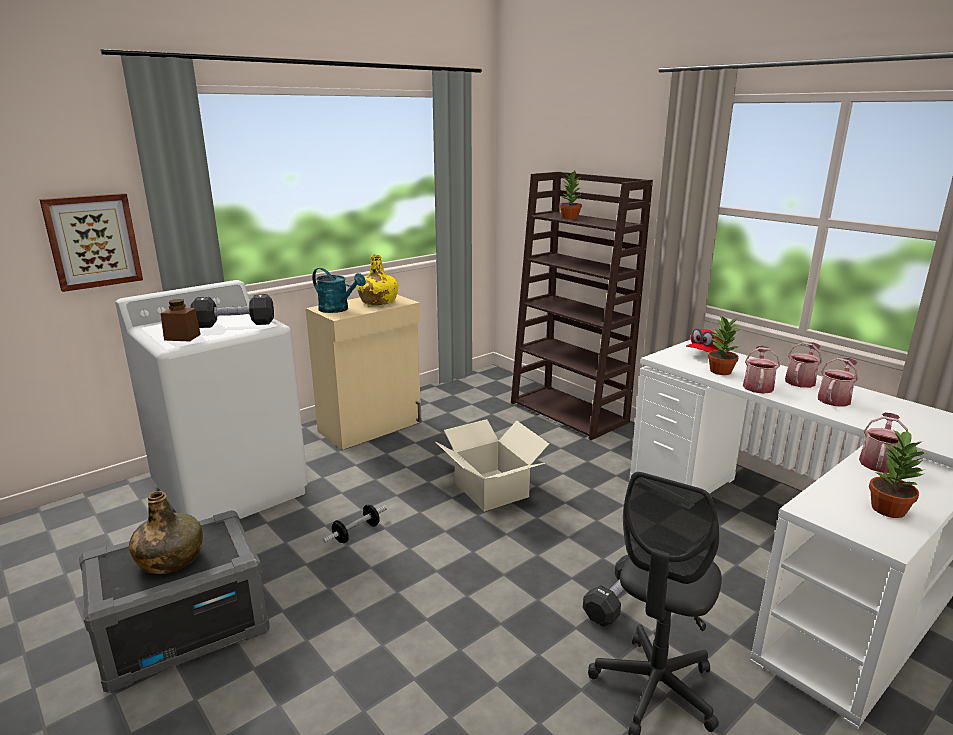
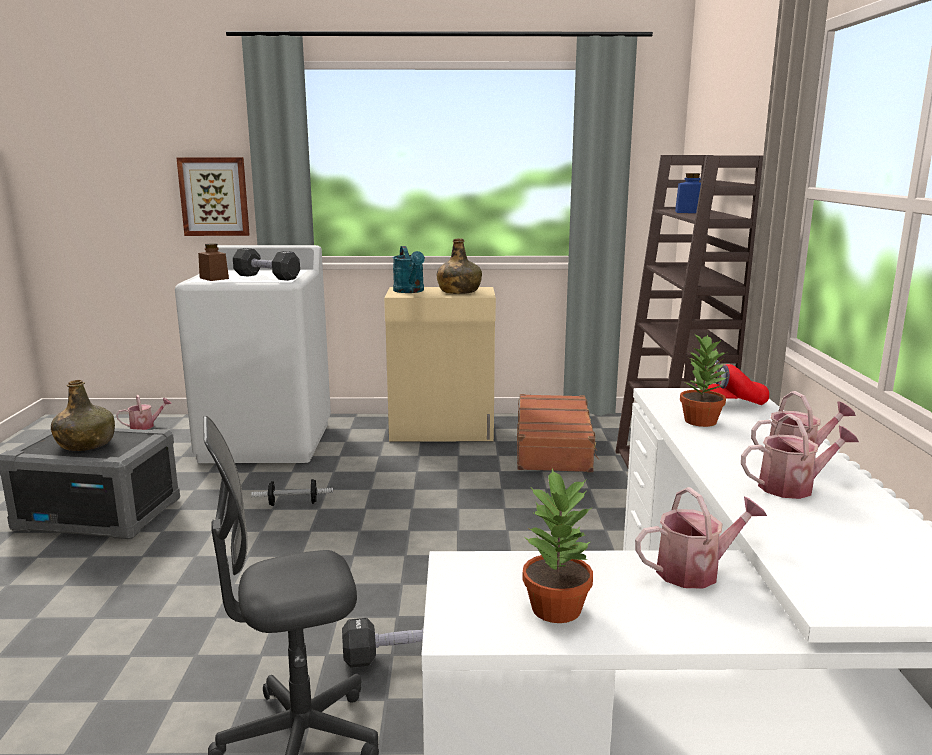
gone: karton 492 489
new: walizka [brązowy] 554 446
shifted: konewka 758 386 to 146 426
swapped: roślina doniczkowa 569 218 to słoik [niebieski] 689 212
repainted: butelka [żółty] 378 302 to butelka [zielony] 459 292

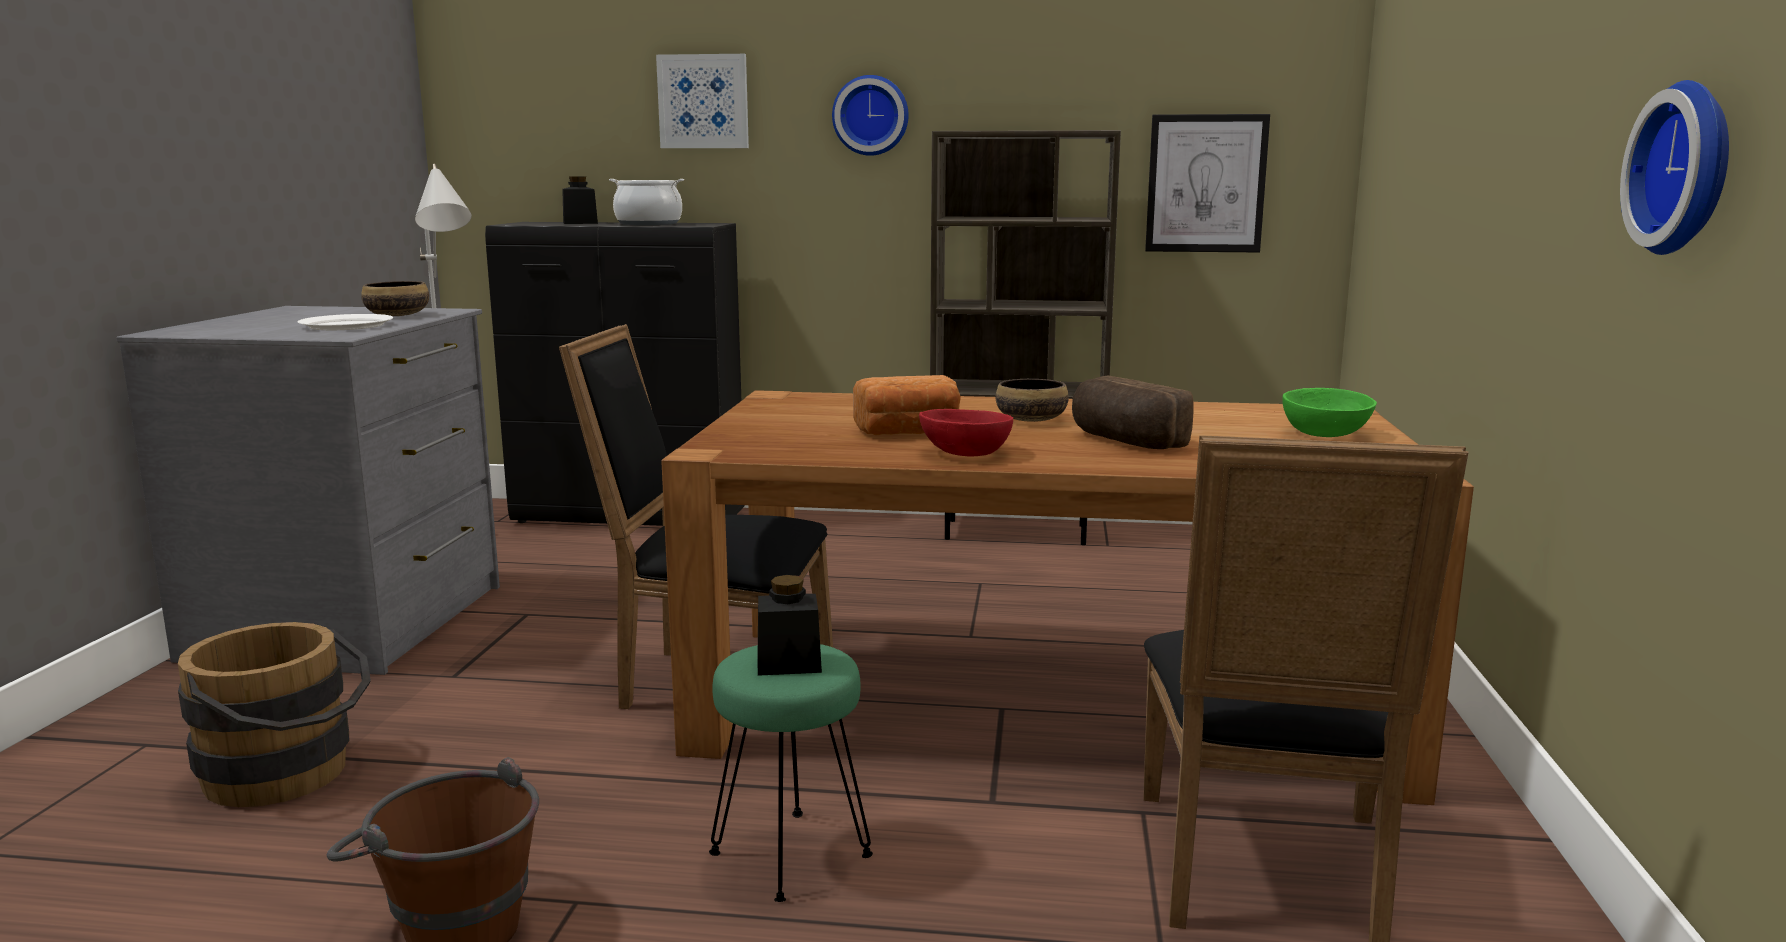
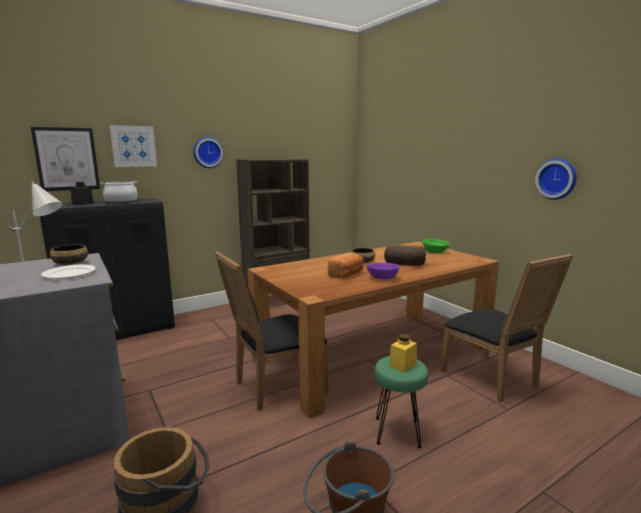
shifted: obraz 1206 183 to 67 159
repainted: miska [czerwony] 965 454 to miska [fioletowy] 383 278; słoik [czarny] 789 663 to słoik [żółty] 402 365

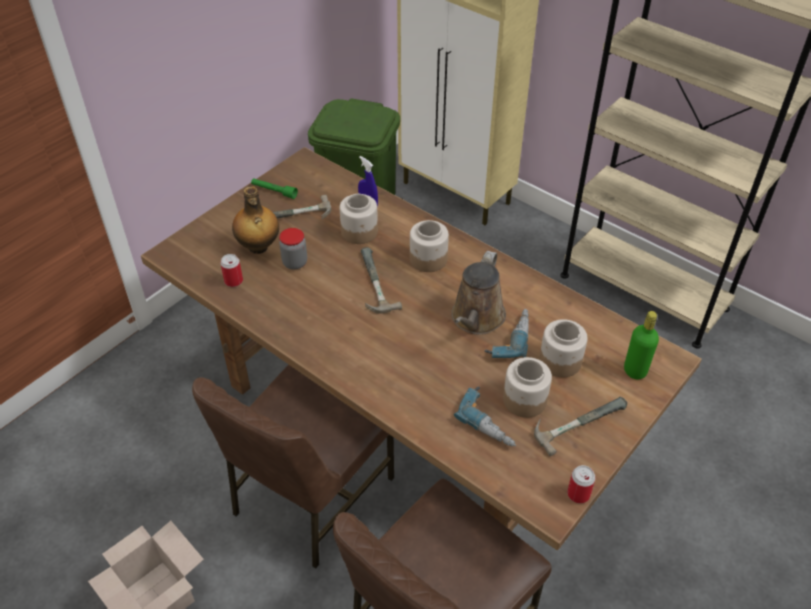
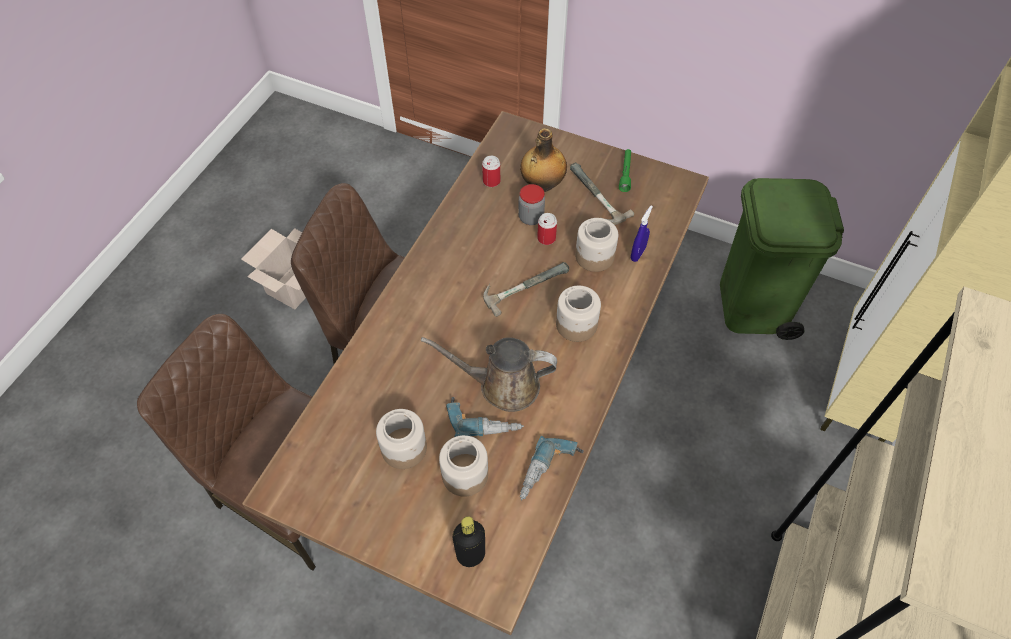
gone: młotek 577 420
shifted: wiertarka 490 421 to 549 474; puszka 578 494 to 546 238
repainted: butelka [zielony] 635 370 to butelka [czarny] 471 554

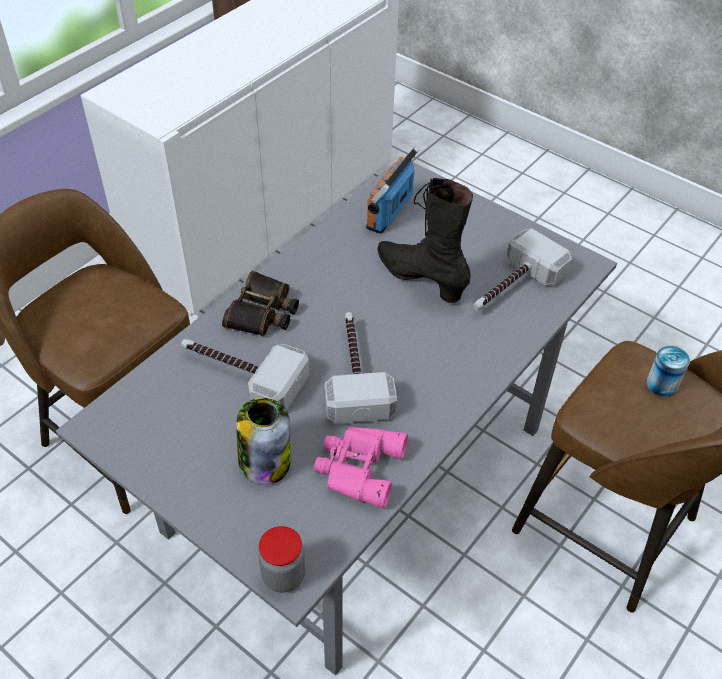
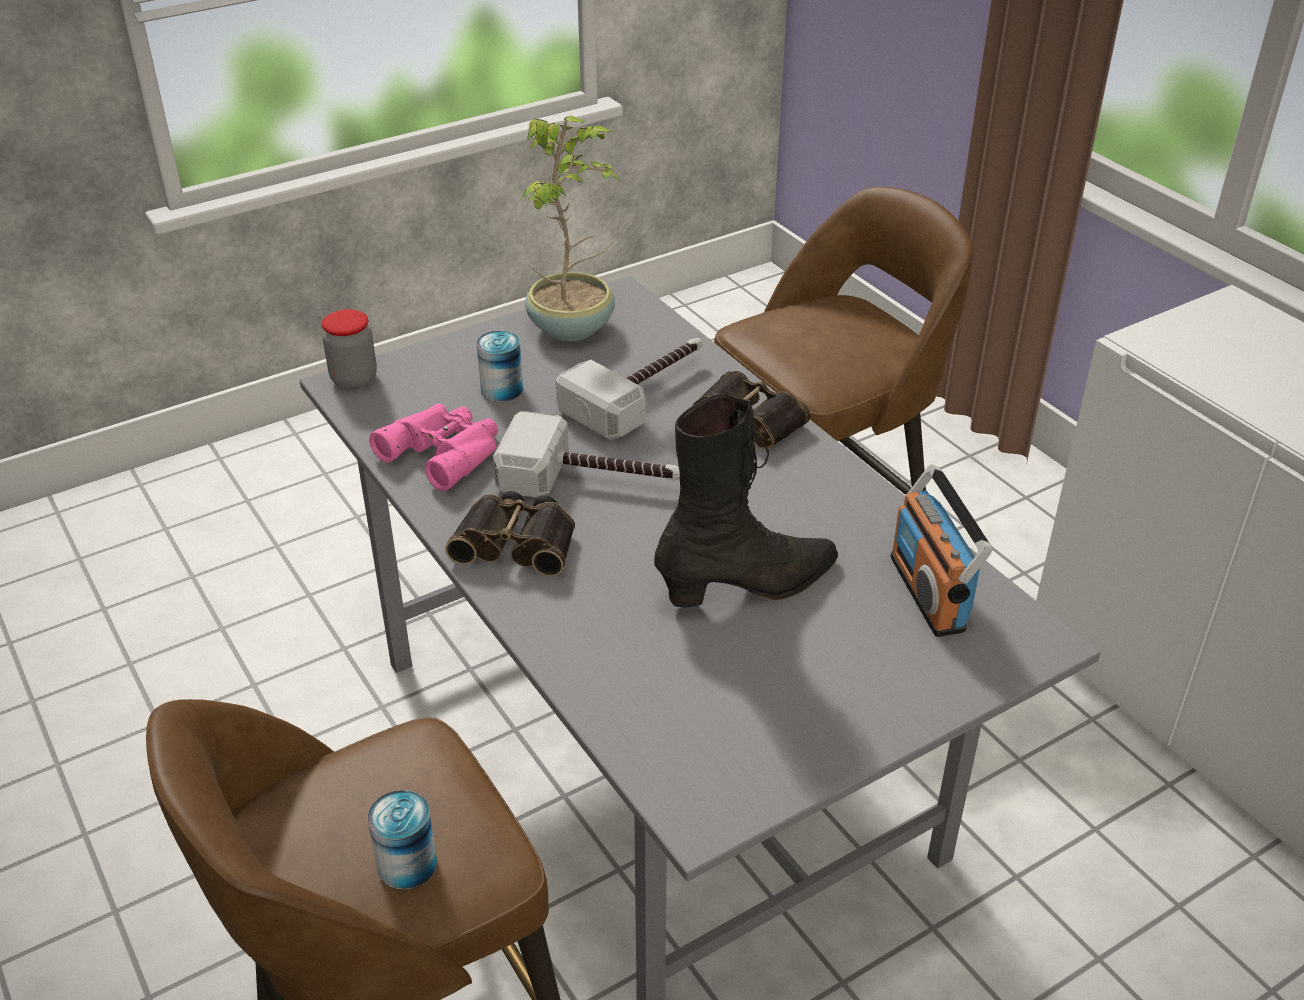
gone: młotek 512 287
new: roślina doniczkowa 573 327; lornetka 517 542
swapped: słoik 264 461 to puszka 501 389
rotated: radio 389 212 = 929 593 150 degrees counterclockwise

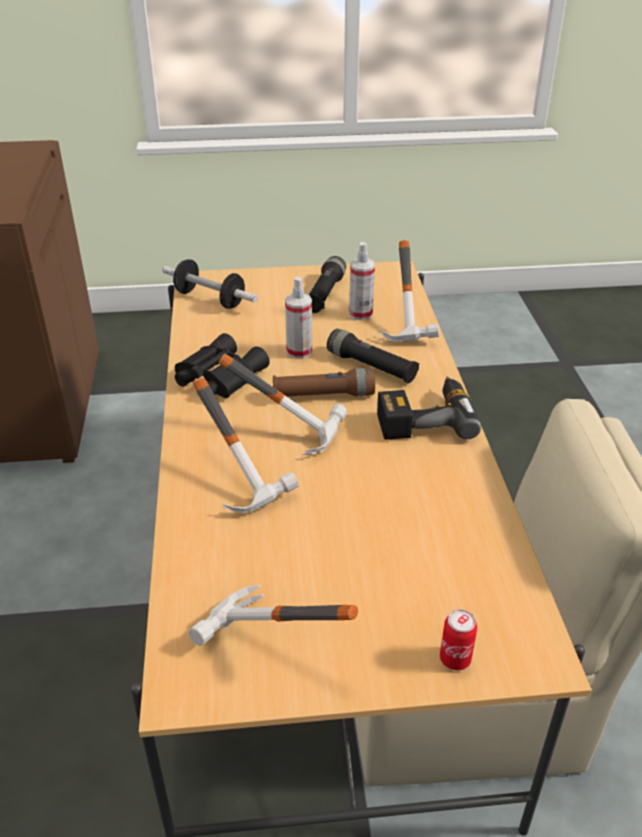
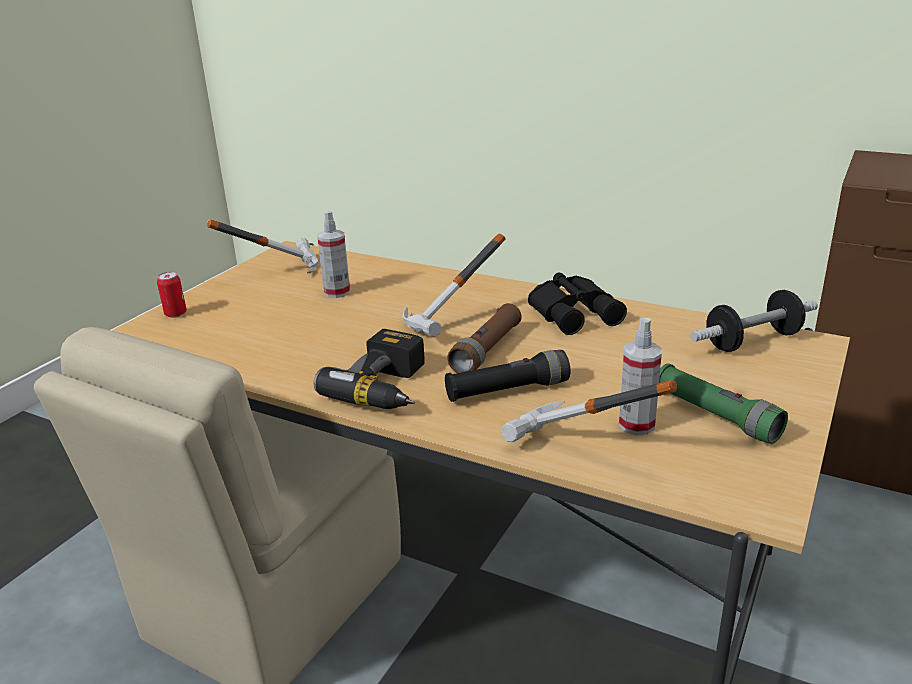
gone: młotek 248 476
shifted: spryskiwacz 299 352 to 337 292
repainted: latarka [czarny] 325 294 to latarka [zielony] 715 416

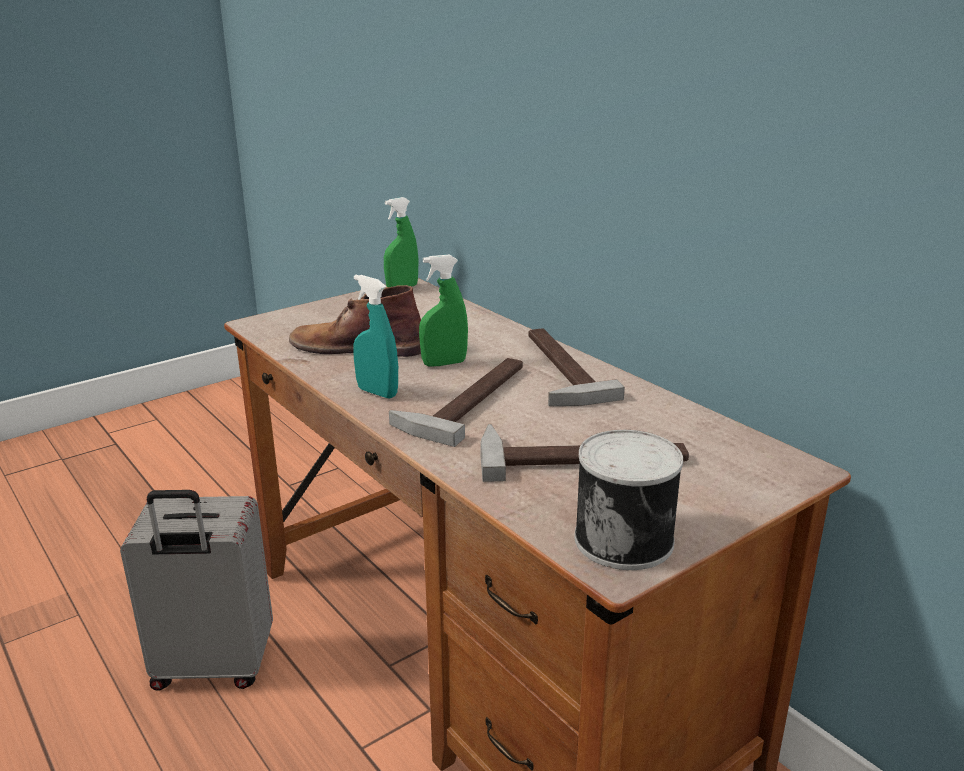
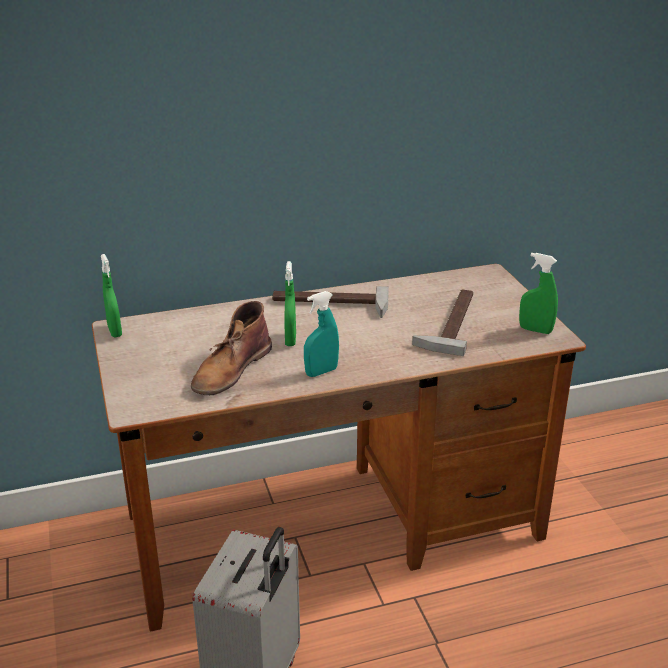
gone: młotek 466 399
swapped: puszka 625 539 to spryskiwacz [zielony] 535 330

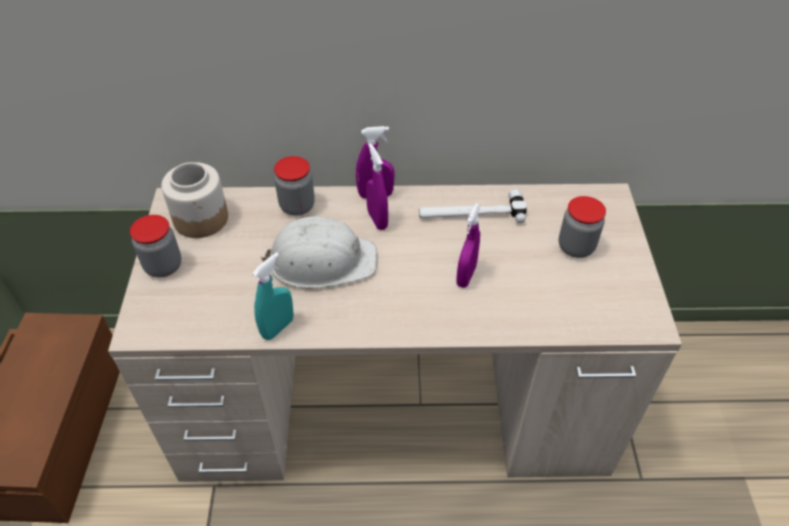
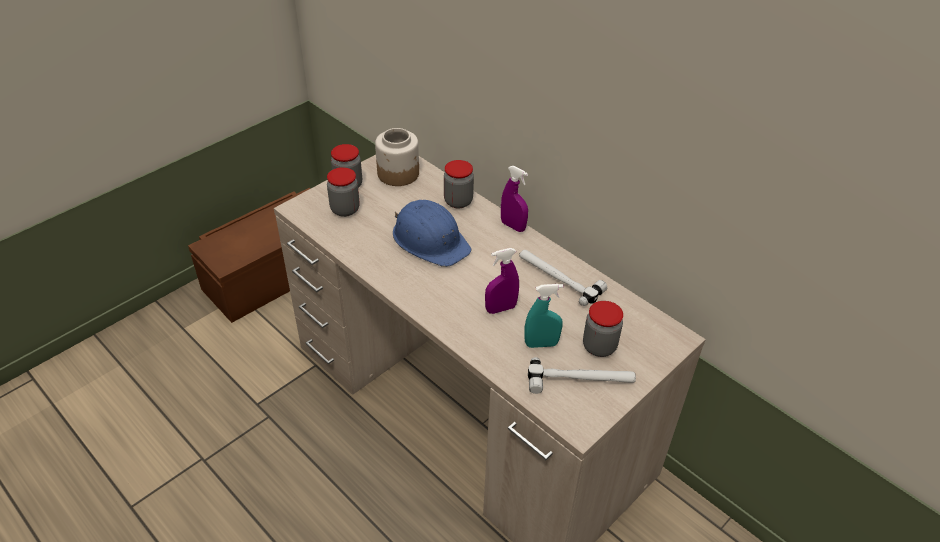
gone: spryskiwacz [fioletowy] 377 220
new: słoik 345 209; młotek 580 380
shifted: spryskiwacz [turkusowy] 278 328 to 541 344
repainted: kask [biały] 321 260 to kask [niebieski] 430 240

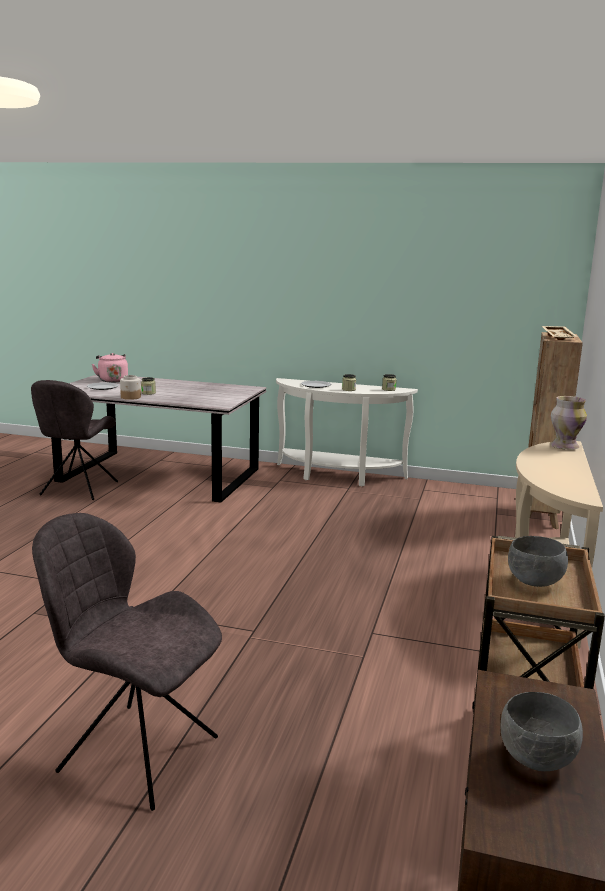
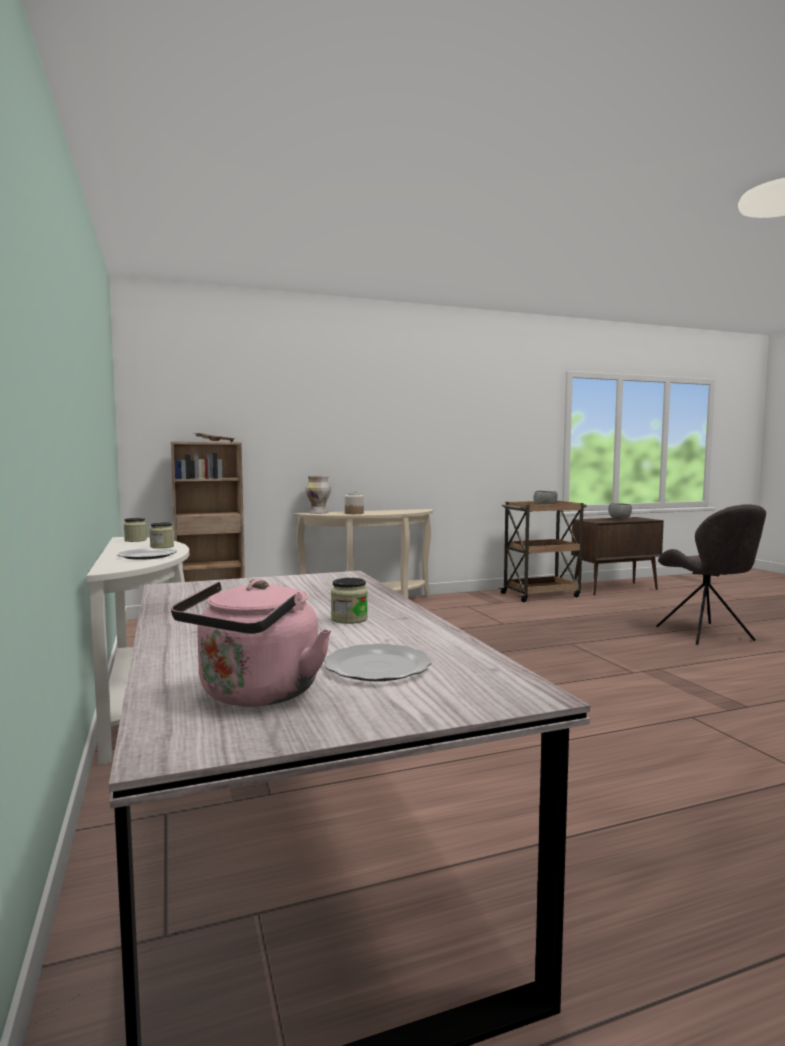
gone: krzesło [szary] 78 489
shifted: słoik 131 397 to 354 513

